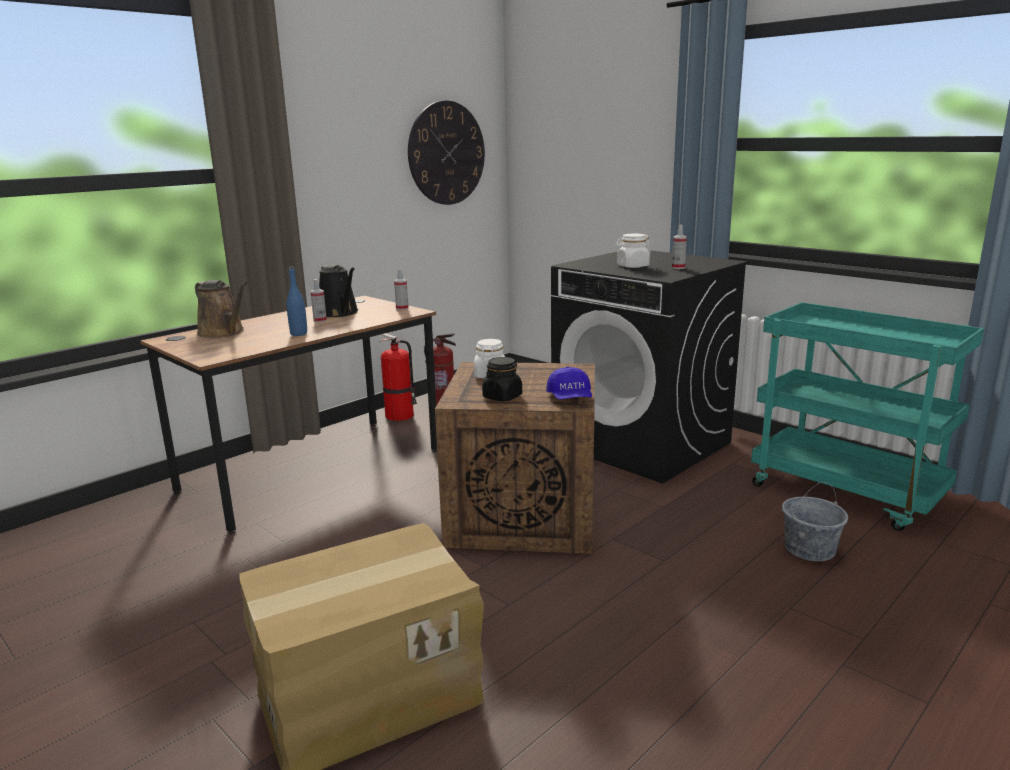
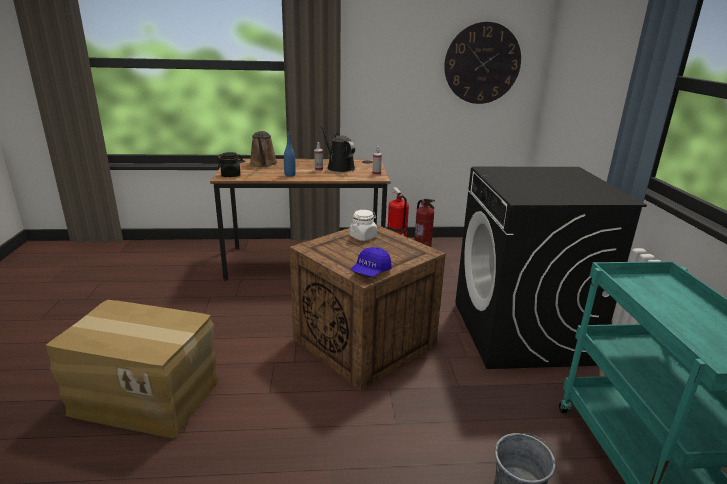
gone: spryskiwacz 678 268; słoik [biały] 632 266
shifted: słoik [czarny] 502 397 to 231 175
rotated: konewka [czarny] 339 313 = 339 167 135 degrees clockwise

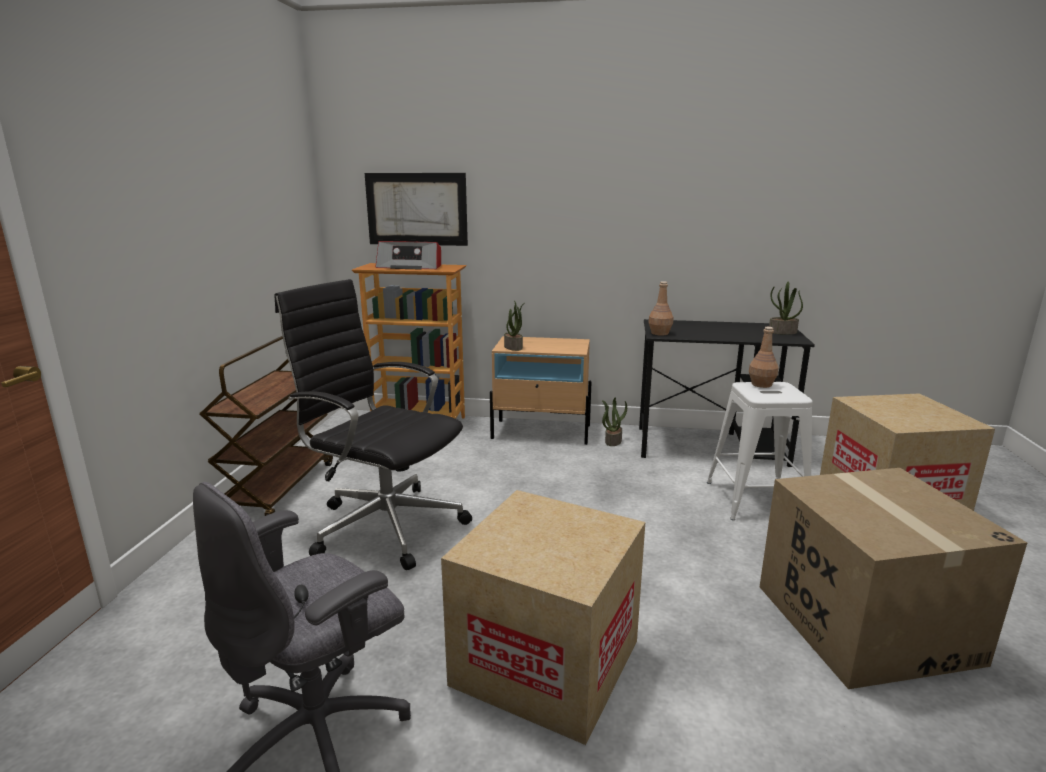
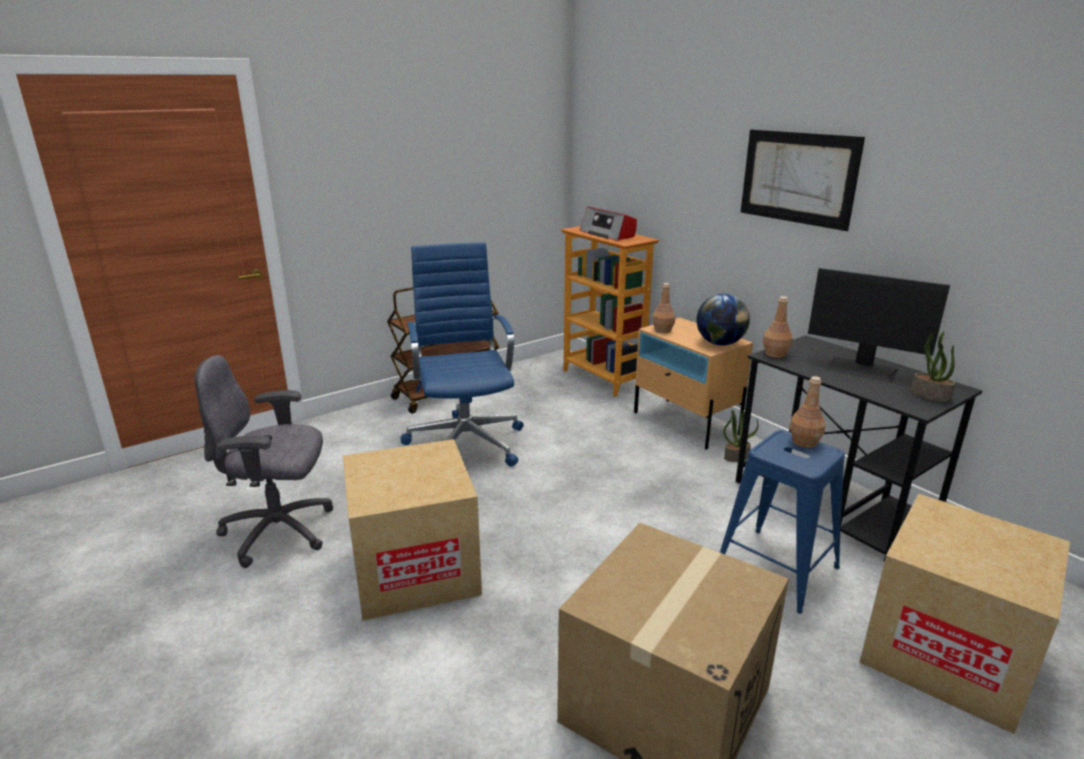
new: monitor 862 369; globus 720 343
shifted: obraz 416 209 to 797 178
swapped: roślina doniczkowa 514 347 to butelka [brązowy] 663 330
repainted: krzesło biurowe [czarny] 384 524 to krzesło biurowe [niebieski] 466 442; stołek [biały] 756 499 to stołek [niebieski] 777 569

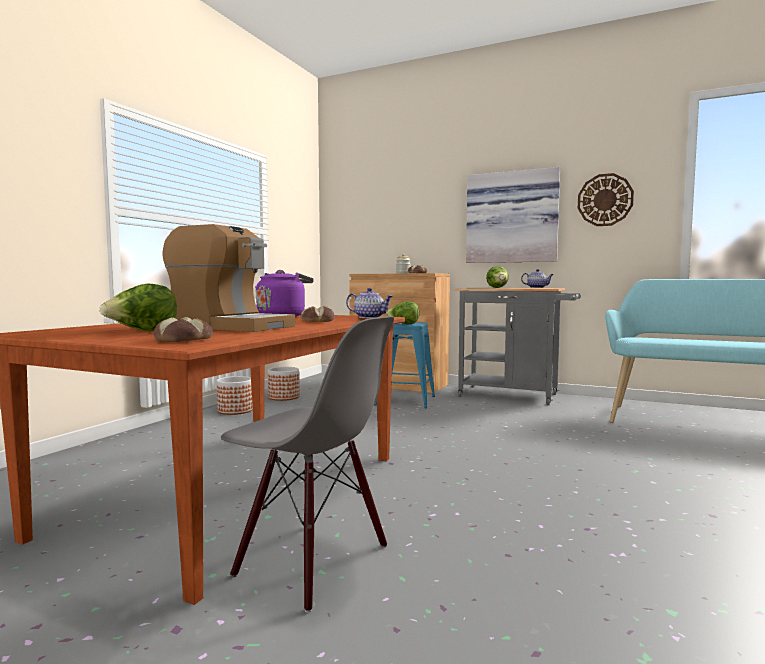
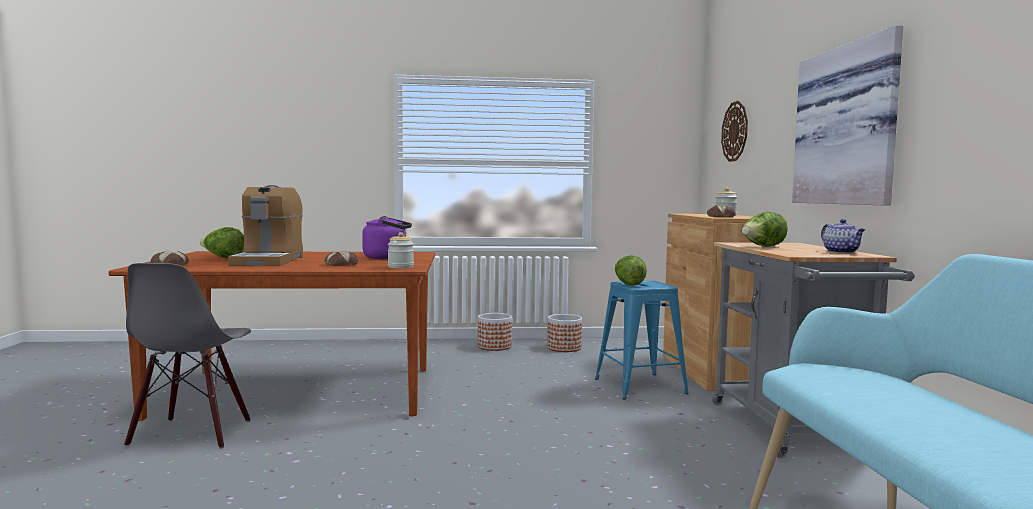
shifted: zegar ścienny 605 200 to 735 131
swapped: imbryk 370 317 to słoik 400 267

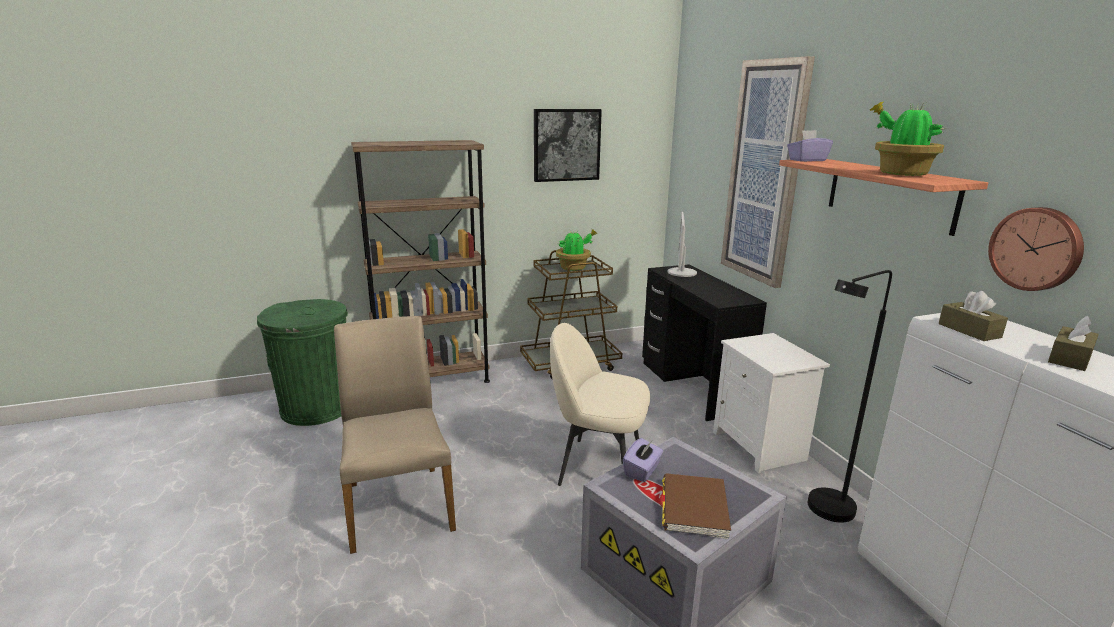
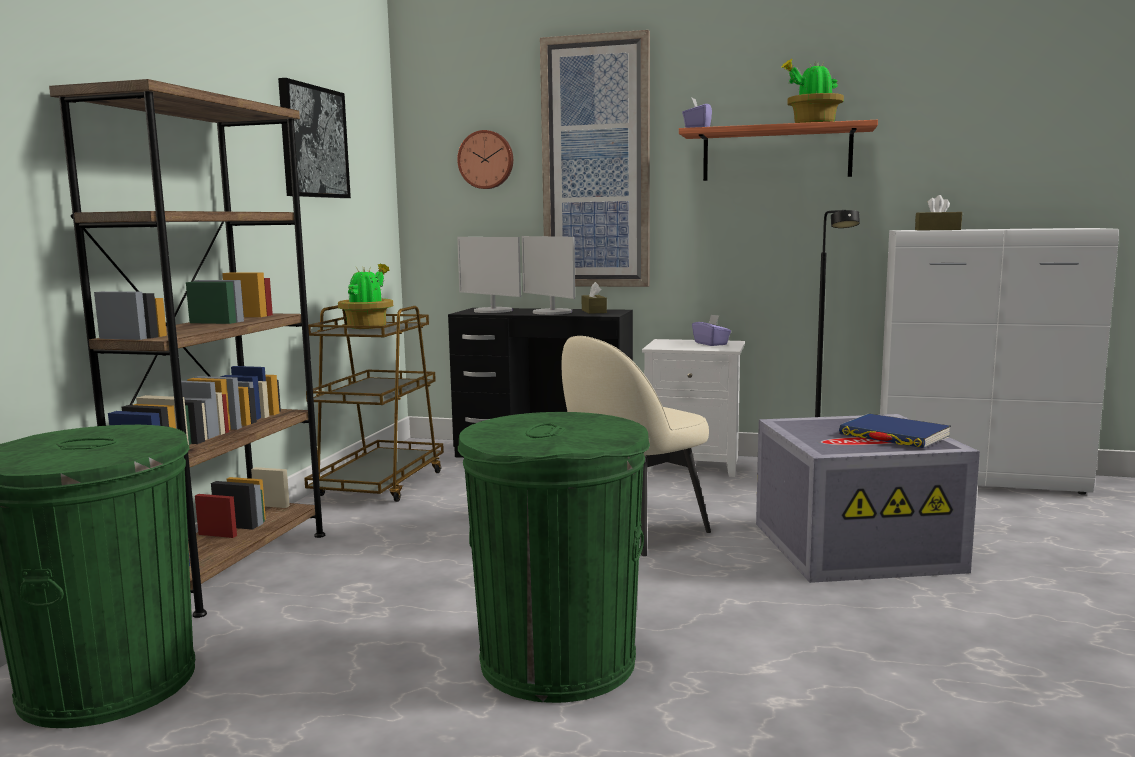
new: monitor 552 312
shifted: zegar ścienny 1036 249 to 486 160; pudełko chusteczek [brązowy] 1069 358 to 594 311; pudełko chusteczek [fioletowy] 642 471 to 711 344
swapped: krzesło [beżowy] 398 505 to kosz na śmieci [zielony] 557 660
repainted: książka [brązowy] 694 508 to książka [niebieski] 893 436

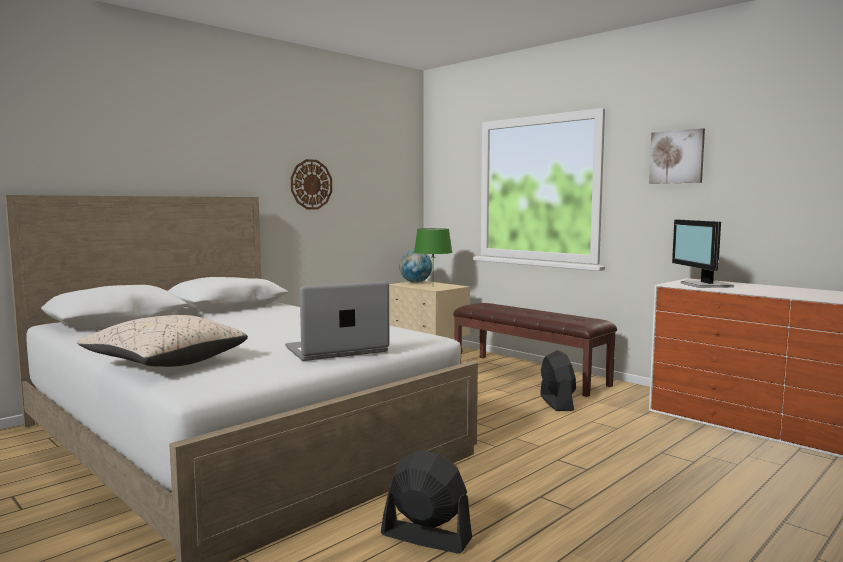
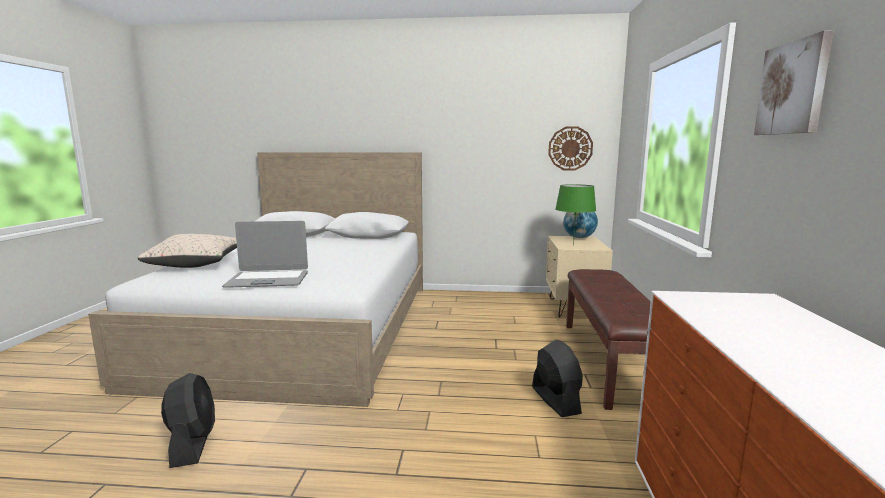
gone: monitor 705 285
shifted: zegar ścienny 311 184 to 570 148
rotated: laptop 336 350 = 268 280 150 degrees clockwise; wentylator [czarny] 556 402 = 555 400 60 degrees counterclockwise

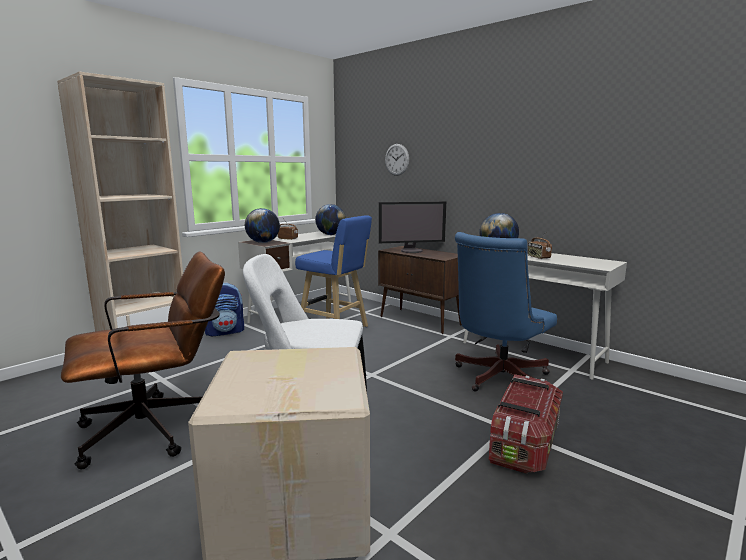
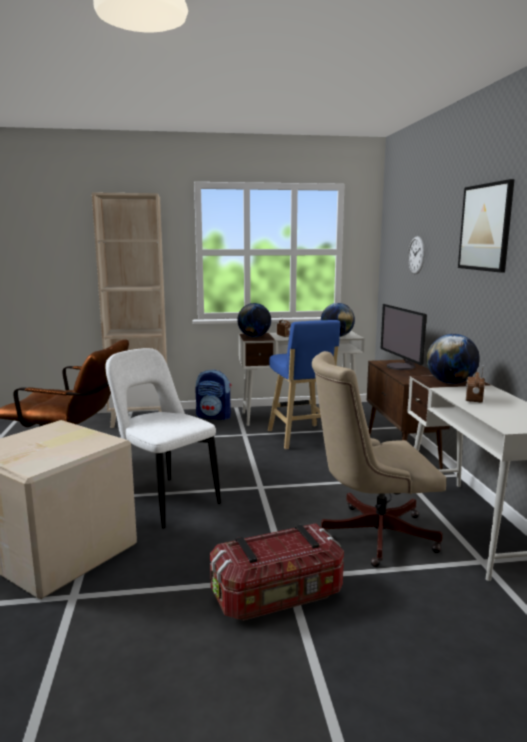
new: obraz 485 227
repainted: krzesło biurowe [niebieski] 497 378 to krzesło biurowe [beżowy] 370 534
rotated: monitor 411 251 = 401 367 45 degrees clockwise

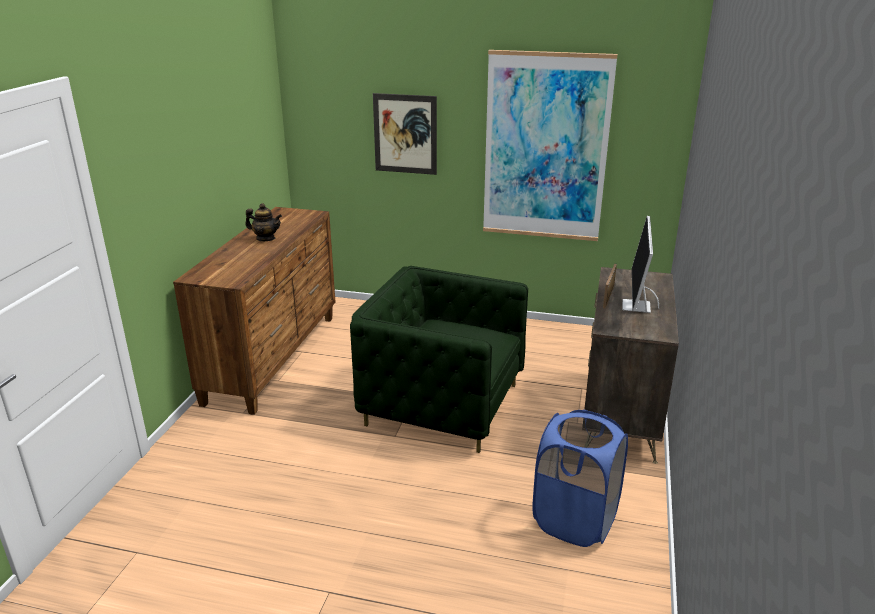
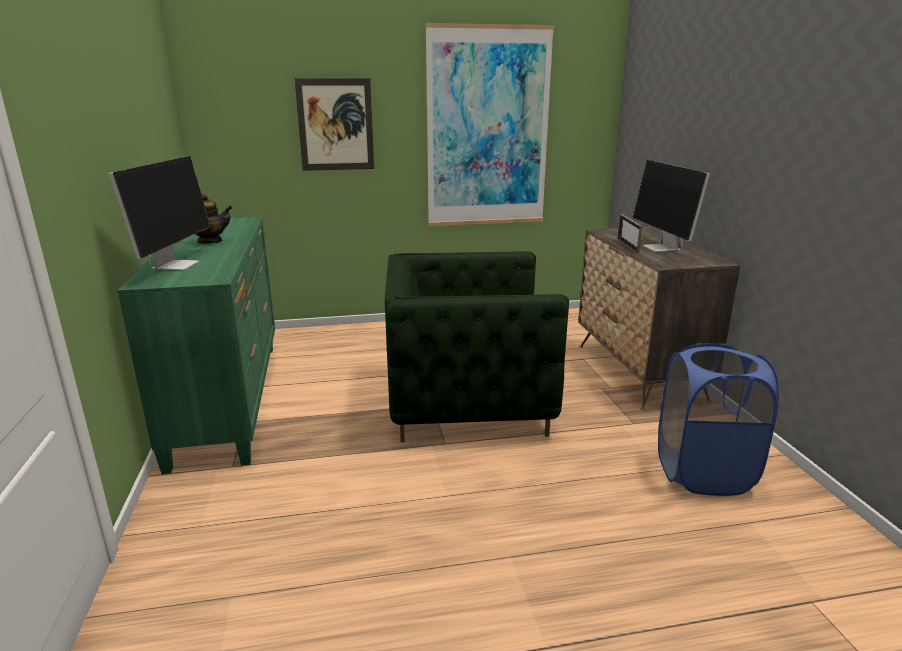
new: monitor 175 265
repainted: komoda [brązowy] 274 358 to komoda [zielony] 229 399

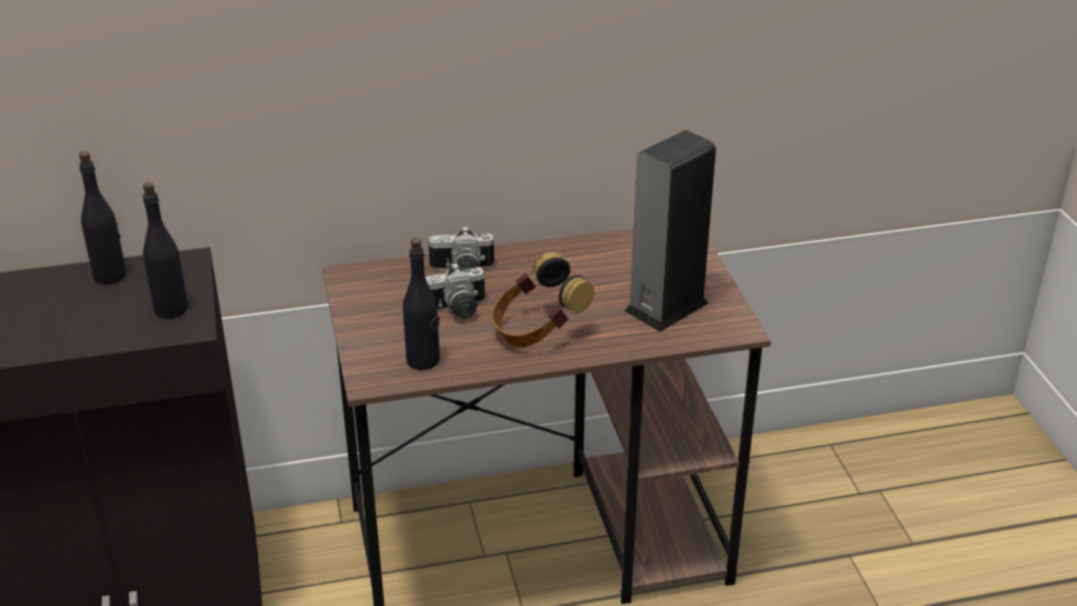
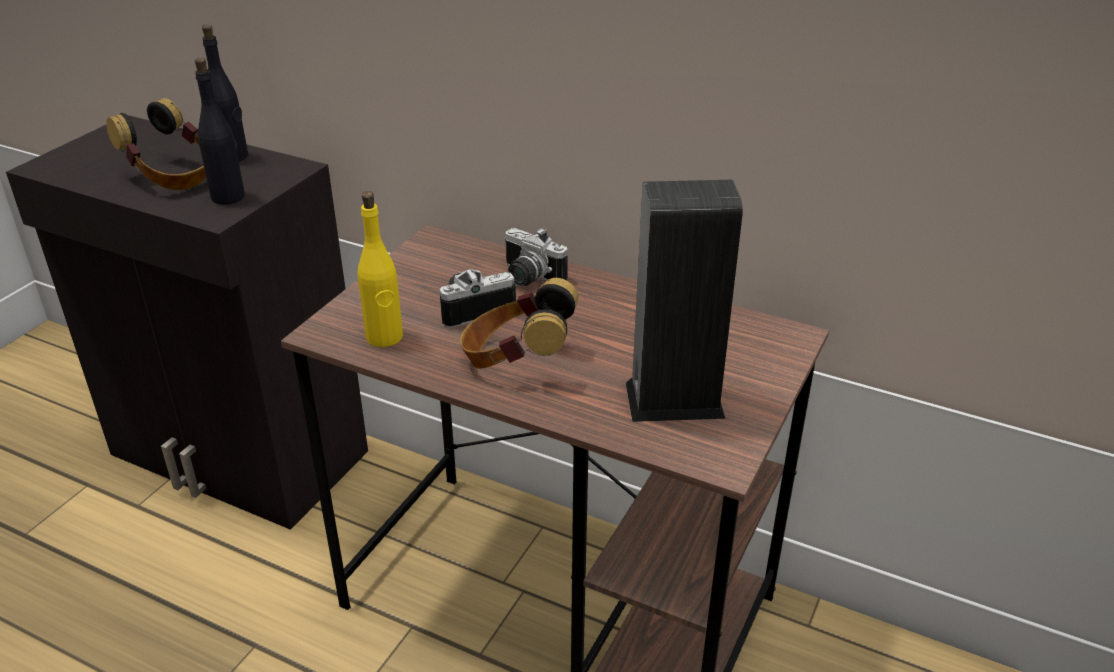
new: słuchawki 172 177
repainted: butelka [czarny] 423 360 to butelka [żółty] 384 337
rotated: aparat fotograficzny 456 311 = 473 308 135 degrees clockwise

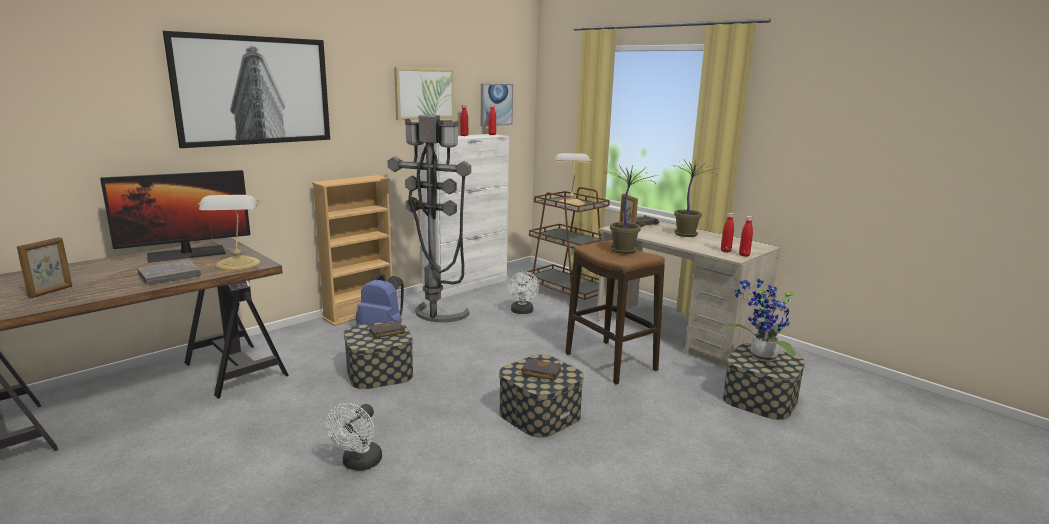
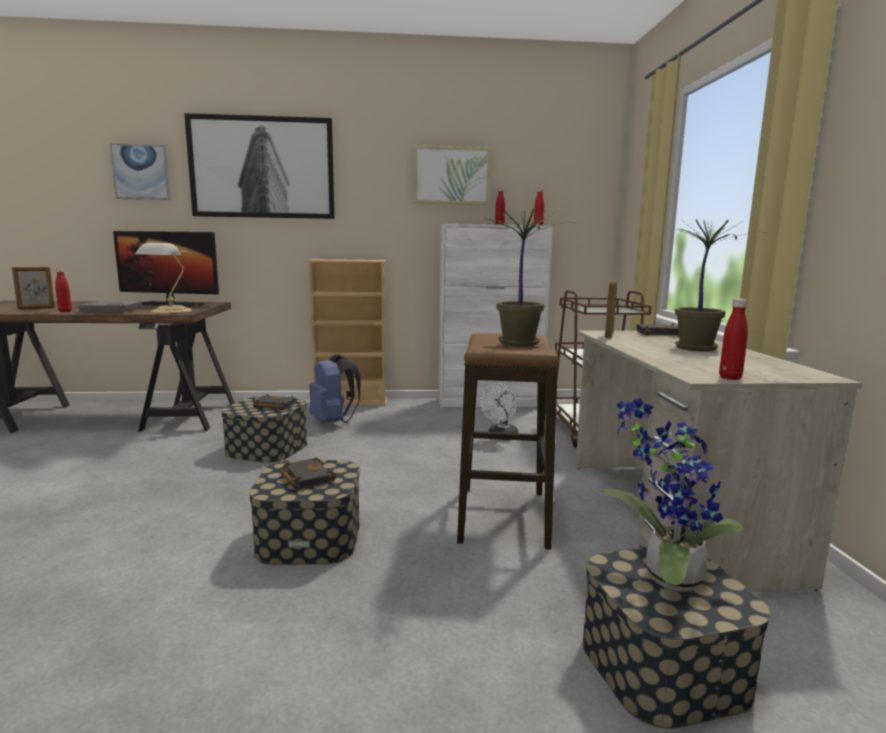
gone: lampa stojąca [szary] 435 318; lampa stołowa 570 203; wentylator [biały] 359 464
shifted: obraz 496 104 to 141 172; butelka [czerwony] 725 251 to 65 311

